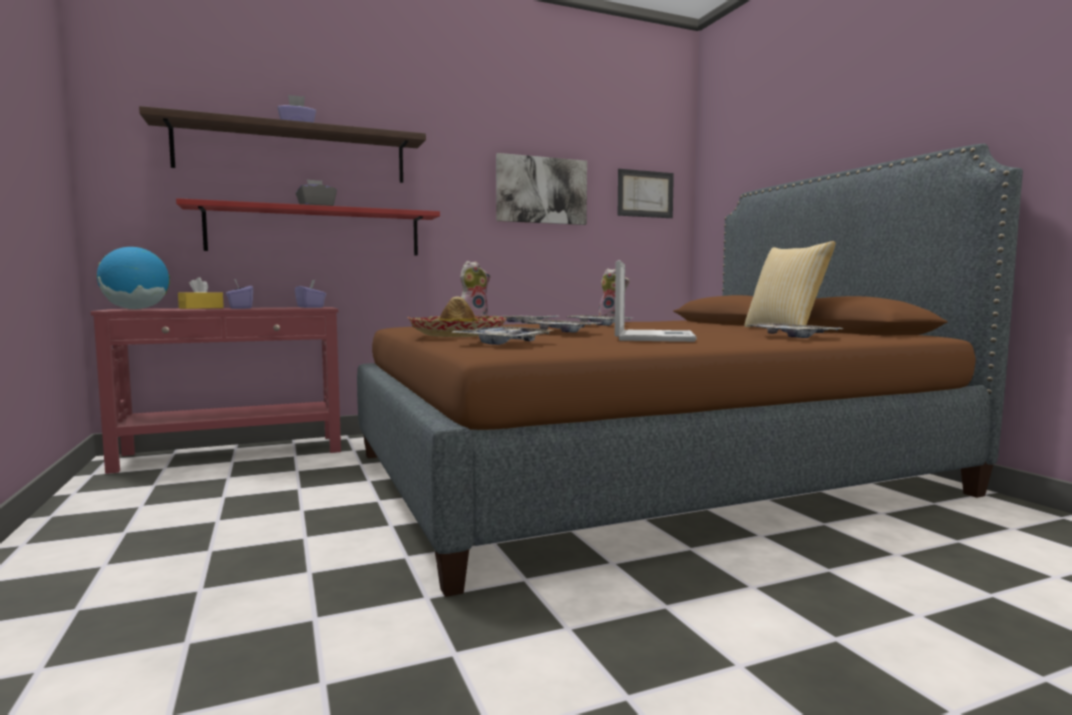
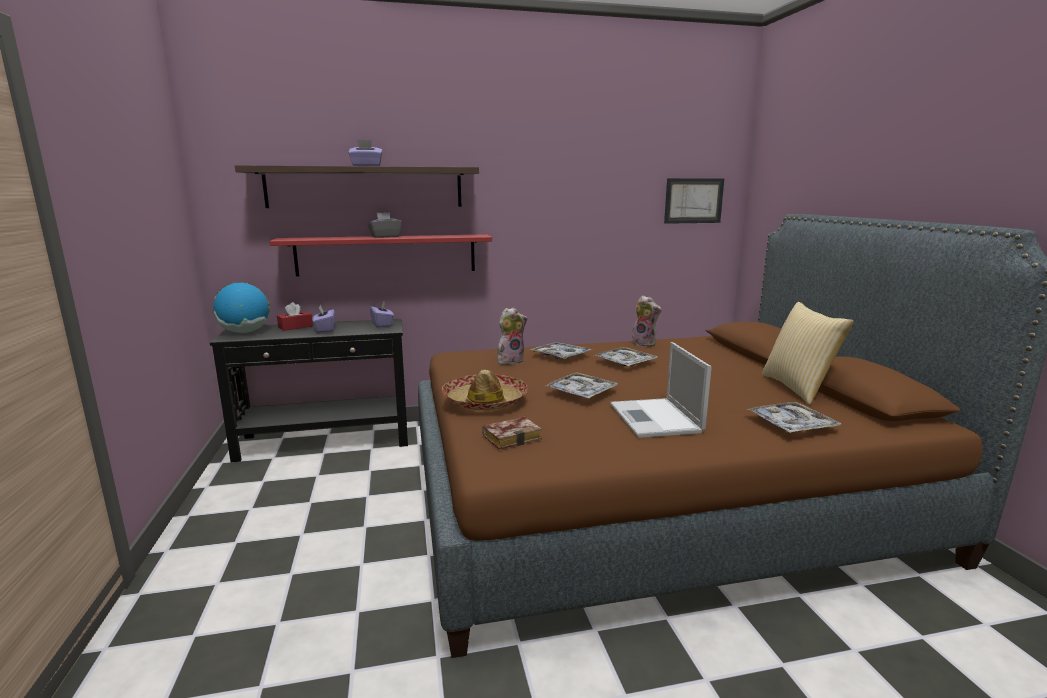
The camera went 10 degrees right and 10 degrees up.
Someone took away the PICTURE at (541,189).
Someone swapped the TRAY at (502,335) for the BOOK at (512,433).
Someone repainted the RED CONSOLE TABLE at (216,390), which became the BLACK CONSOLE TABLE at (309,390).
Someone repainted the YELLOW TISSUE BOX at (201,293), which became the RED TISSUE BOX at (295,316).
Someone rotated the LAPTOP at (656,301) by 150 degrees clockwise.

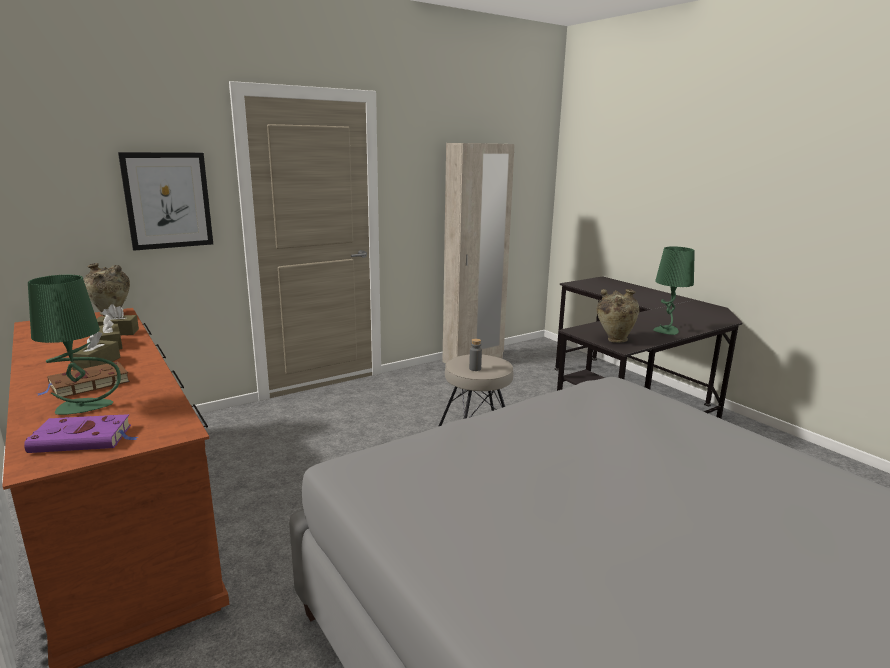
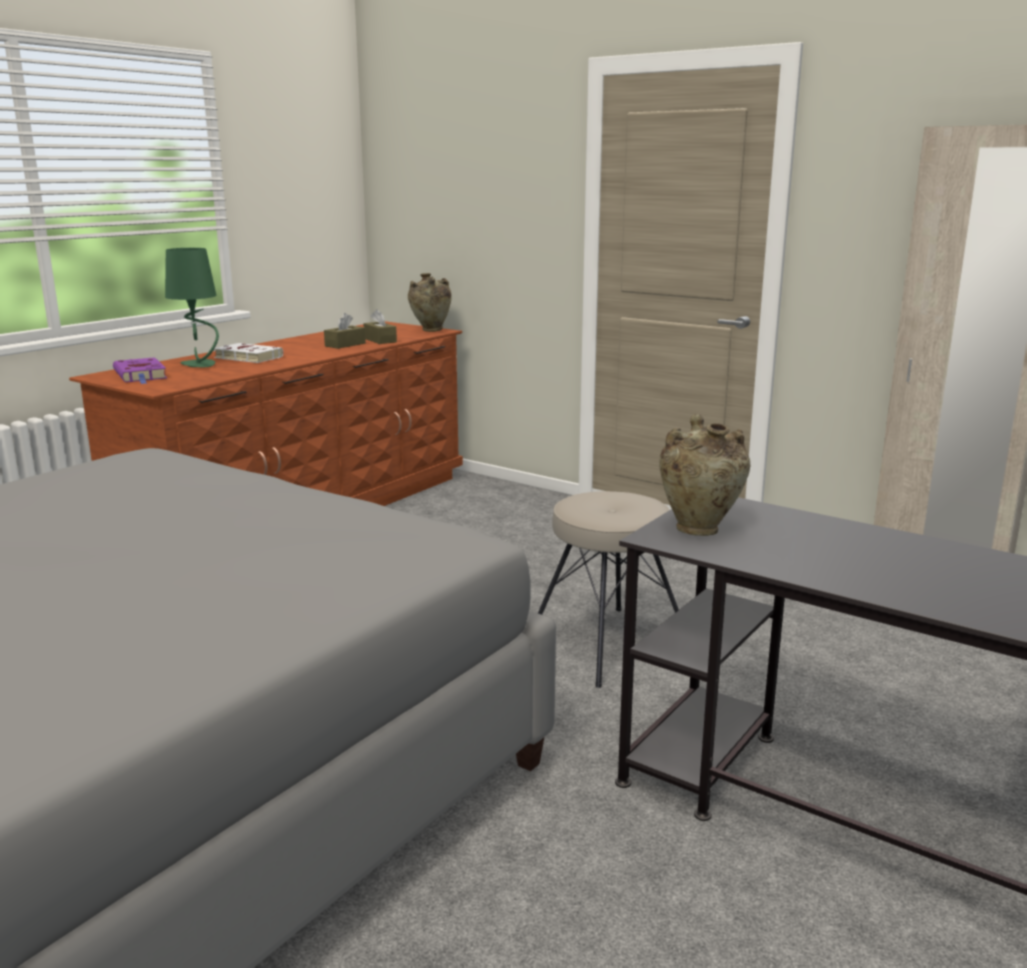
The camera went 70 degrees right and 0 degrees up.
Someone took away the BROWN TISSUE BOX at (95,351).
Someone took away the PICTURE at (165,201).
Someone took away the GREY BOTTLE at (475,355).
Someone took away the GREEN TABLE LAMP at (674,290).
Someone repainted the BROWN BOOK at (84,380), which became the WHITE BOOK at (248,353).

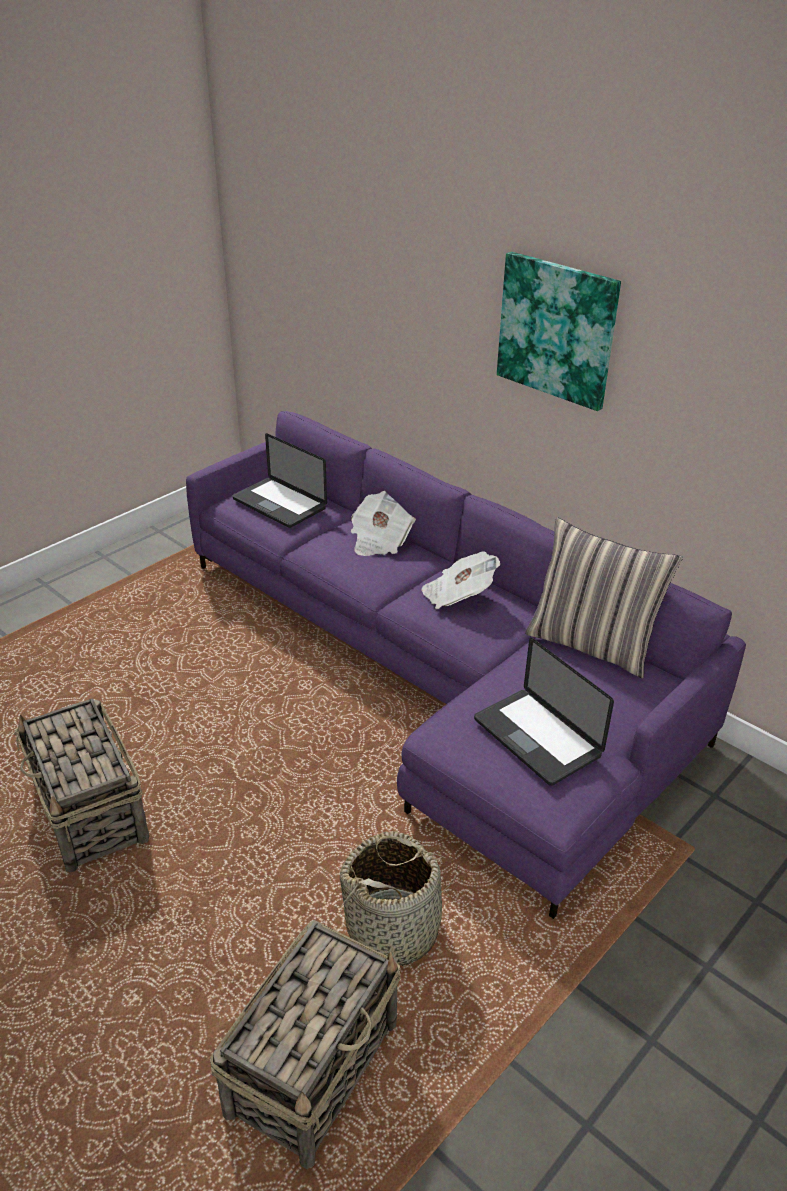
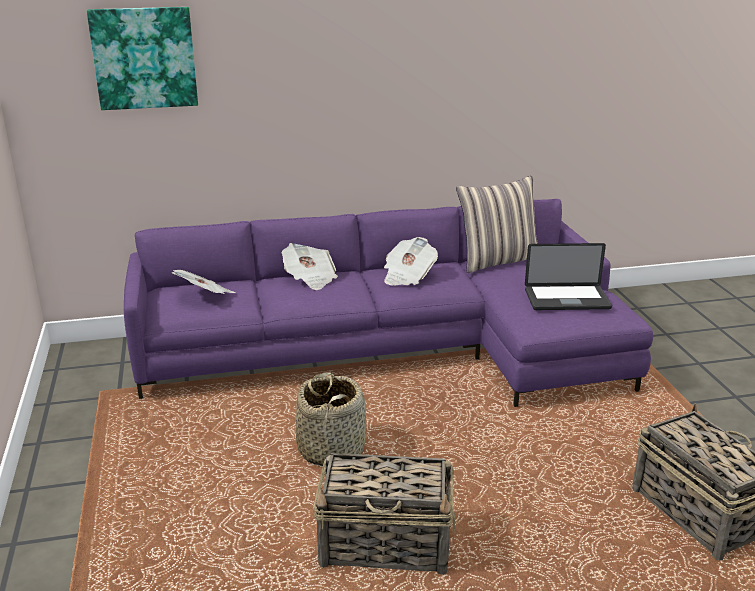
The camera went 55 degrees left and 10 degrees down.
Someone carried the BASKET from (398,898) to (331,419).
Someone carried the PICTURE from (559,331) to (142,58).
Someone swapped the LAPTOP at (280,480) for the NEWSPAPER at (204,282).

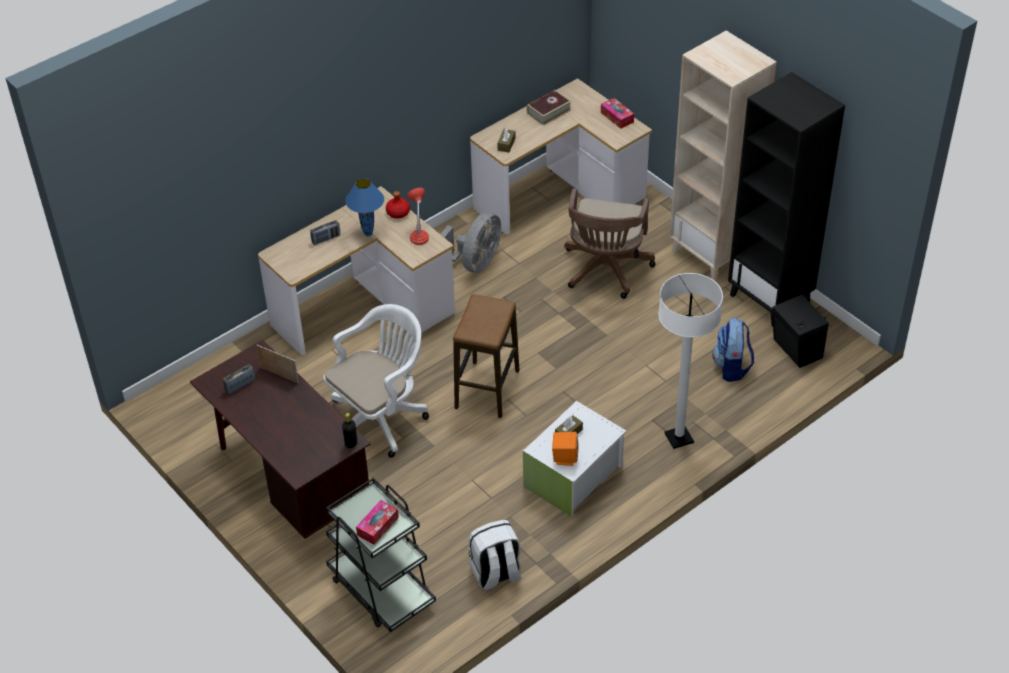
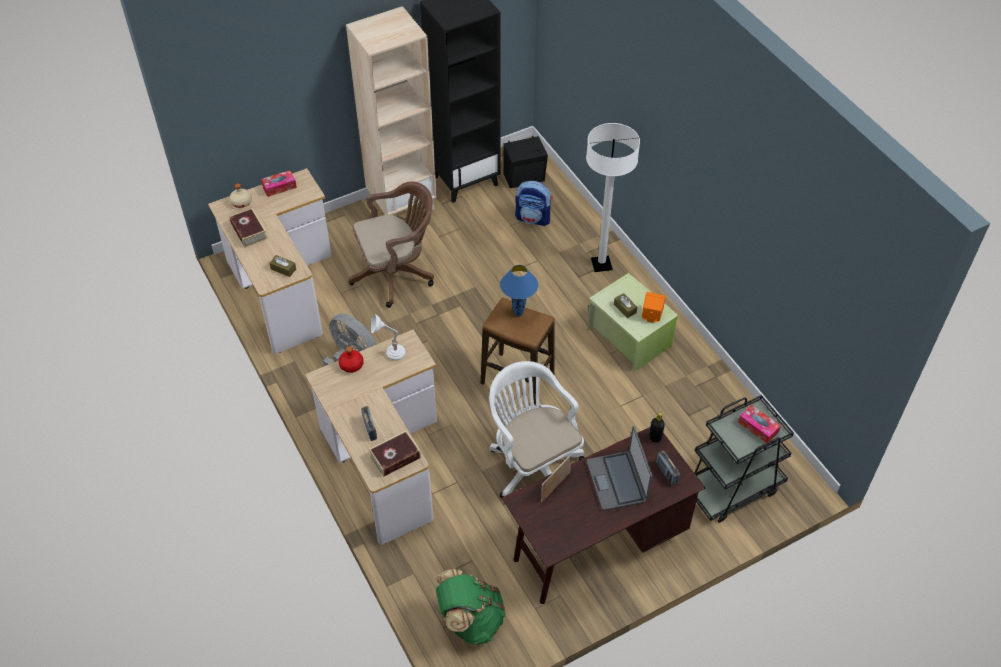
The camera went 80 degrees left and 5 degrees up.
Someone took away the WHITE BACKPACK at (495,555).
Someone put down the BEIGE BOTTLE at (240,195).
Someone put down the BOOK at (395,454).
Someone put down the GREEN BACKPACK at (471,606).
Someone put down the LAPTOP at (619,468).
Someone carried the RADIO from (239,379) to (668,468).
Someone carried the BLUE TABLE LAMP from (364,207) to (519,290).
Someone repainted the RED TABLE LAMP at (418,216), which became the WHITE TABLE LAMP at (388,337).
Someone repainted the WHITE STORAGE BOX at (574,459), which became the GREEN STORAGE BOX at (632,322).
Someone rotated the BROWN OFFICE CHAIR at (610,243) by 45 degrees counterclockwise.

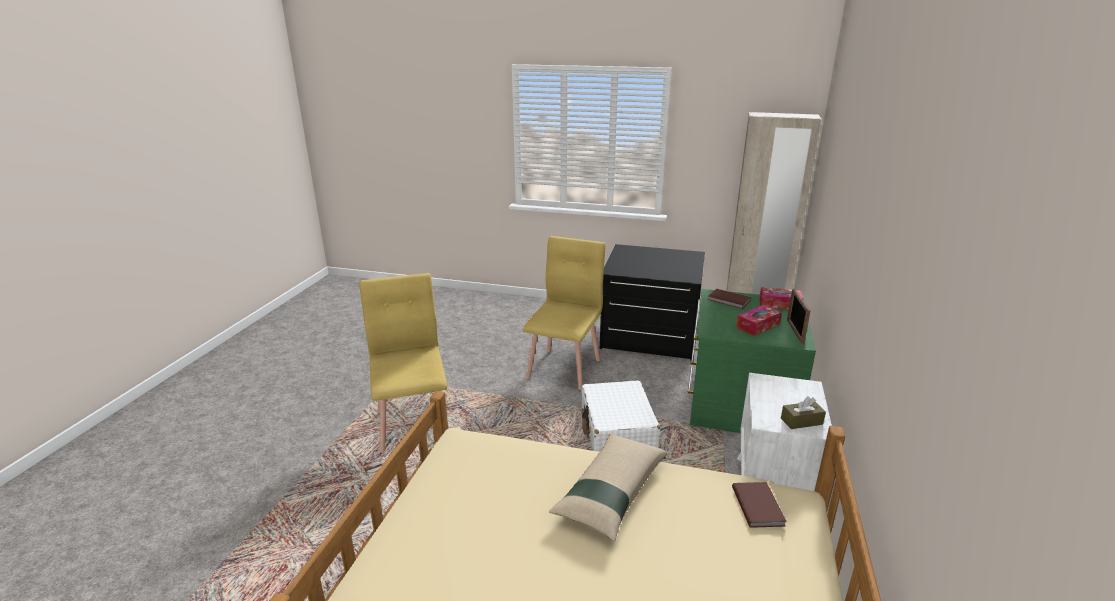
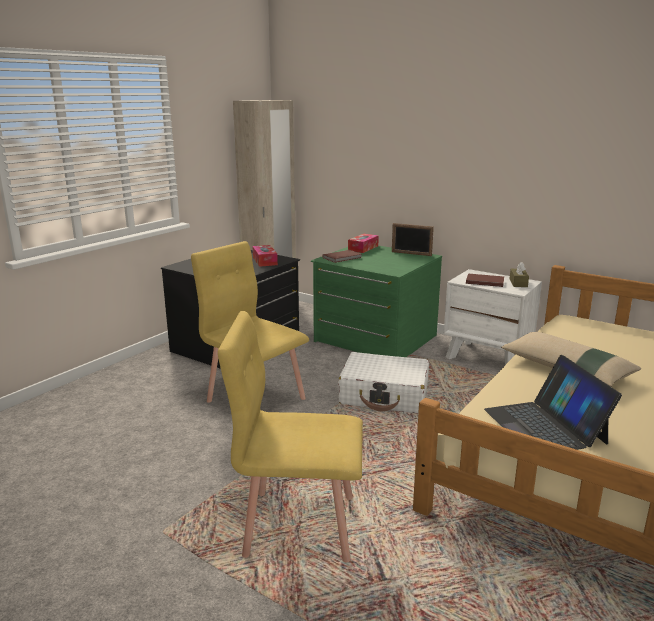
The camera went 70 degrees left and 5 degrees down.
Someone put down the LAPTOP at (553,402).
Someone carried the BROWN BOOK from (759,505) to (485,280).
Someone carried the TISSUE BOX from (759,320) to (265,256).

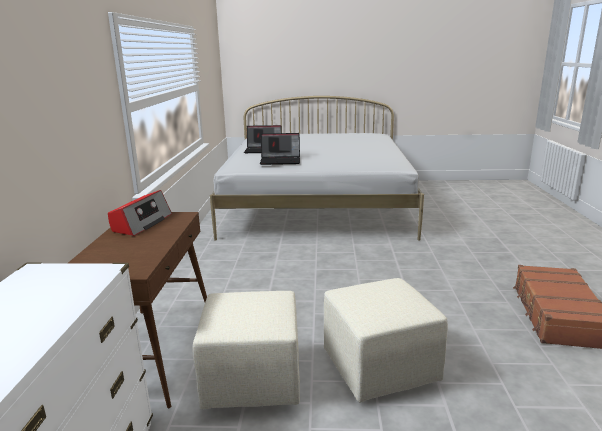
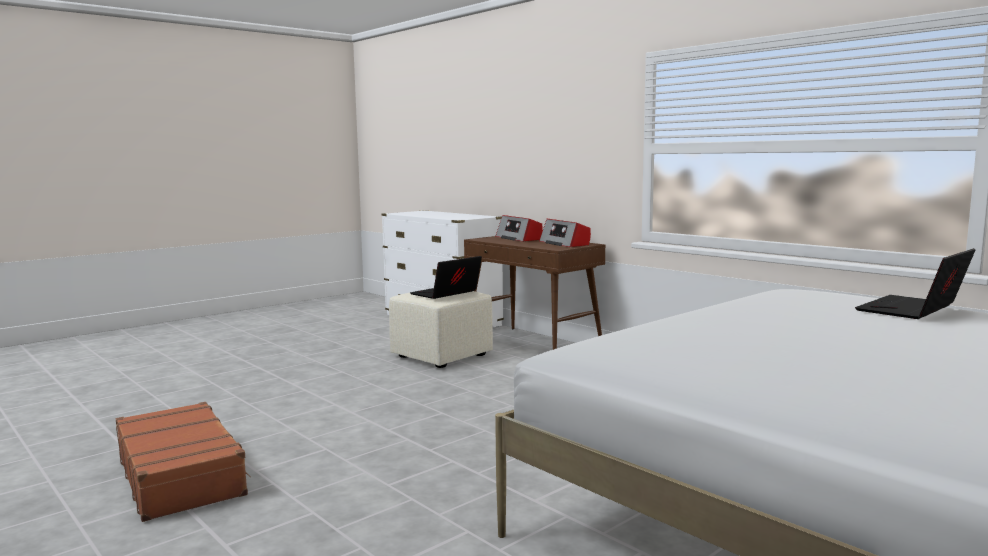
The camera went 135 degrees right and 10 degrees down.
Someone took away the BEIGE OTTOMAN at (386,340).
Someone put down the RADIO at (519,228).
Someone carried the LAPTOP from (280,149) to (446,277).

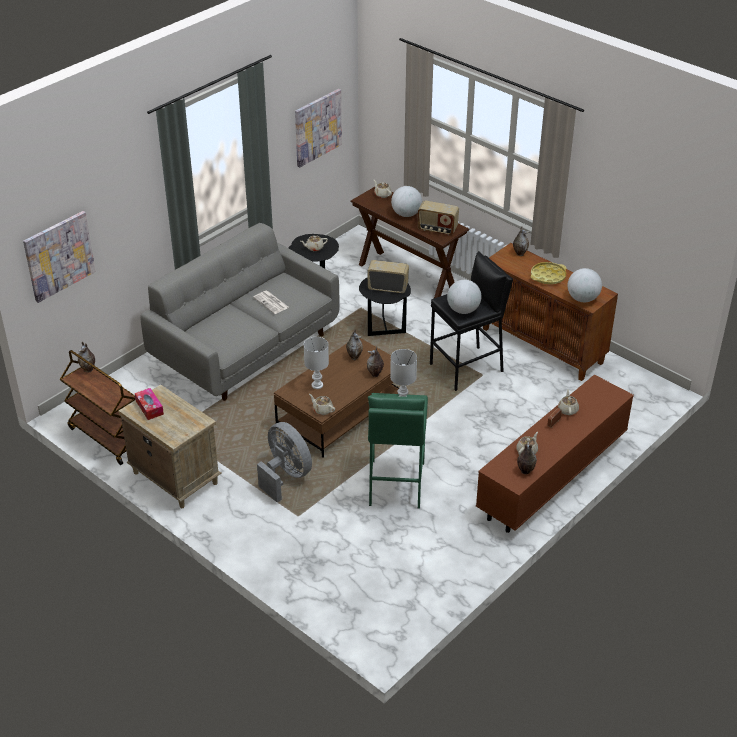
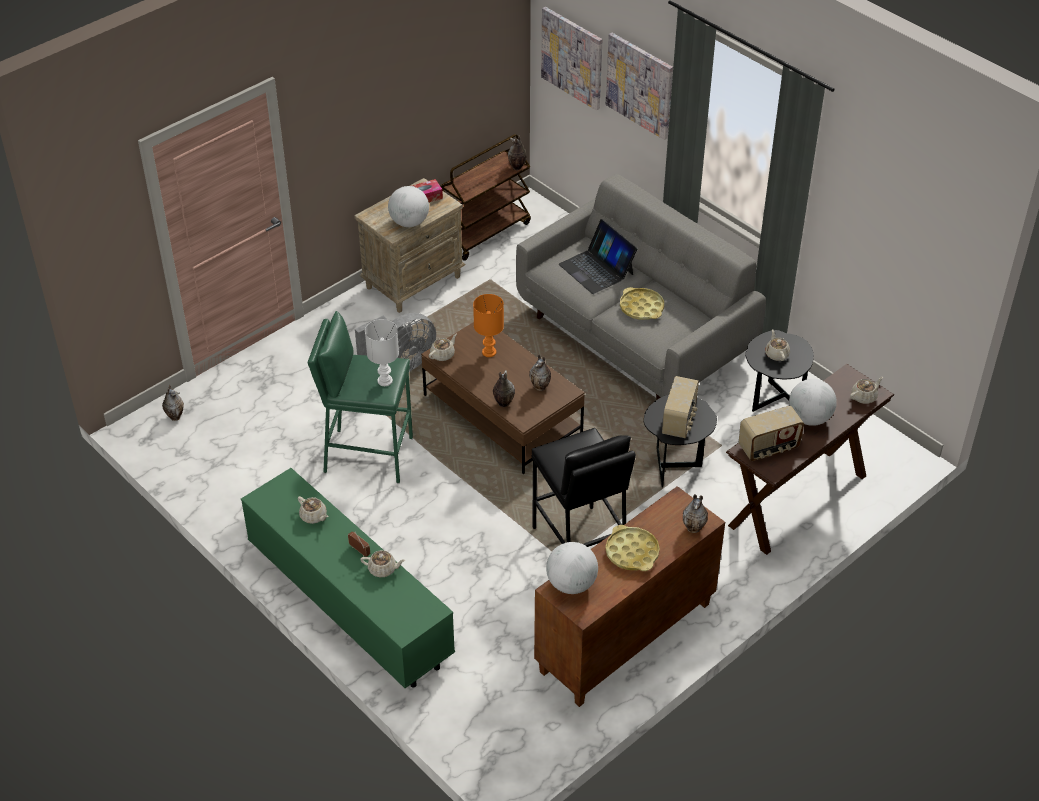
The camera went 95 degrees right and 5 degrees up.
Someone put down the LAPTOP at (598,256).
Someone carried the PICTURE from (318,128) to (639,86).
Someone carried the GLOBE from (464,297) to (408,206).
Someone carried the VASE from (527,458) to (173,403).
Someone swapped the NEWSPAPER at (271,302) for the YELLOW TRAY at (642,303).
Someone repainted the WHITE TABLE LAMP at (316,363), which became the ORANGE TABLE LAMP at (488,325).
Someone repainted the BROWN TV STAND at (555,454), which became the GREEN TV STAND at (348,578).
Someone rotated the RADIO at (438,217) by 135 degrees counterclockwise.

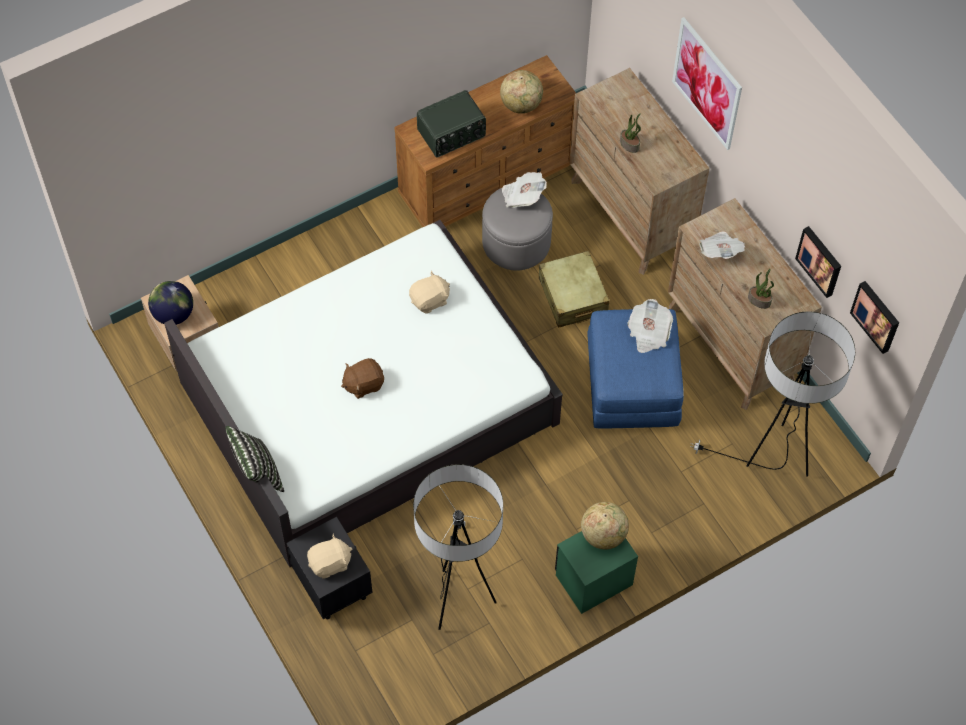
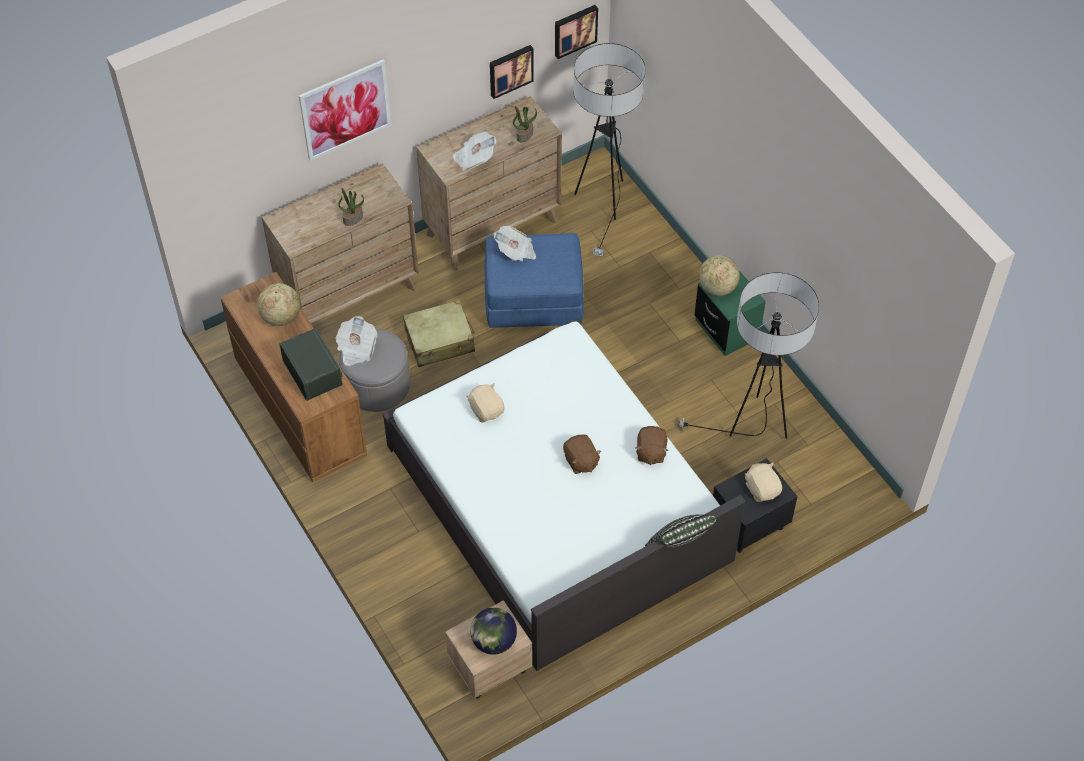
The camera went 90 degrees left and 5 degrees down.
Someone put down the BROWN PLUSH TOY at (651,445).

